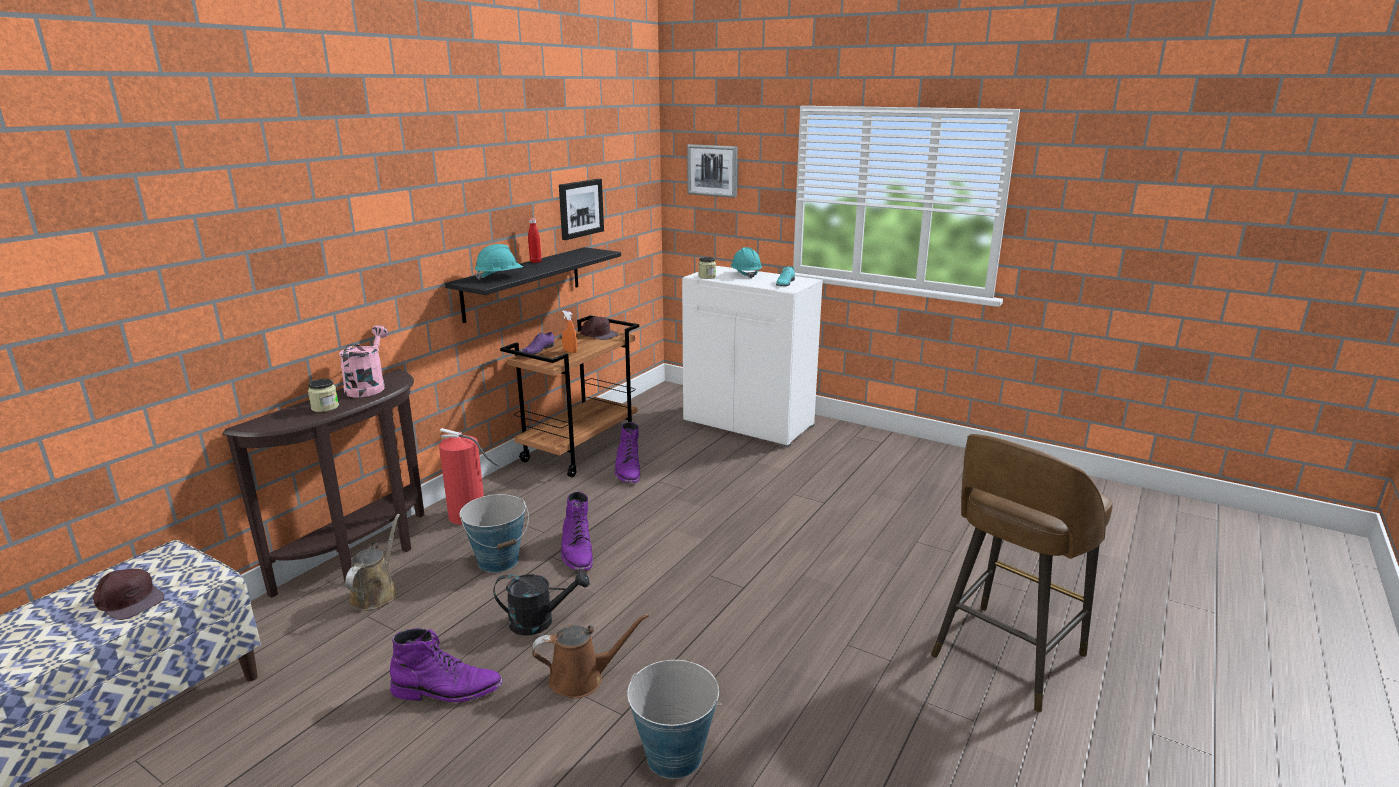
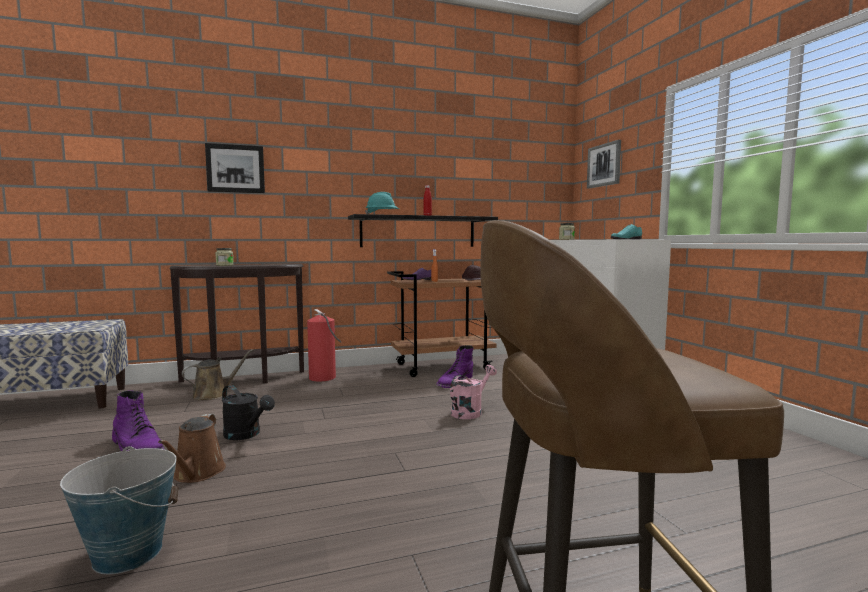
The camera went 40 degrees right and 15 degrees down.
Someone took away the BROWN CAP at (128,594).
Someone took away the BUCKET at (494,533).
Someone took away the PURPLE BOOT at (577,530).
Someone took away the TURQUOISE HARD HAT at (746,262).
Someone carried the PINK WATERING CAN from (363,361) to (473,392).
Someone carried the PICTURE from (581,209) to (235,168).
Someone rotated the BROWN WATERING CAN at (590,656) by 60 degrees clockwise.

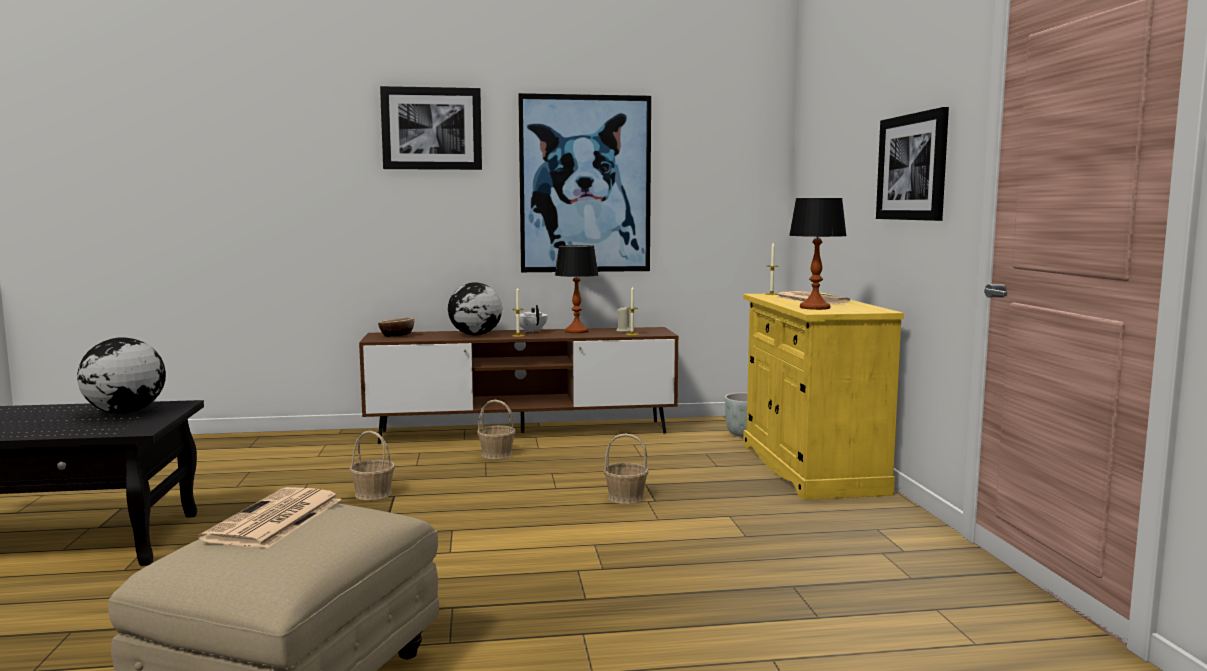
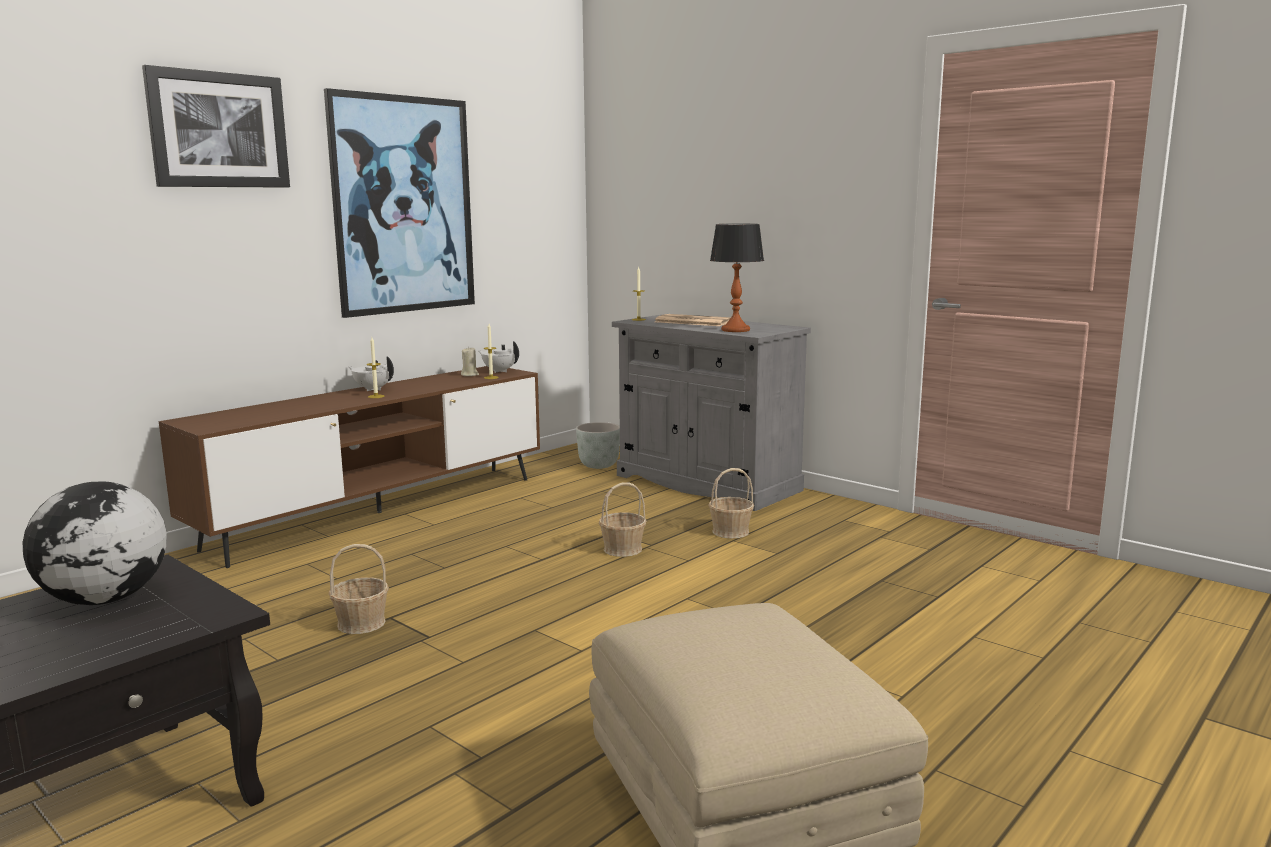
The camera went 40 degrees left and 5 degrees up.
Someone took away the NEWSPAPER at (270,517).
Someone took away the BOWL at (396,327).
Someone took away the GLOBE at (475,308).
Someone took away the TABLE LAMP at (577,289).
Someone took away the PICTURE at (912,164).
Someone put down the WHITE TEAPOT at (498,357).
Someone carried the BASKET from (496,429) to (731,503).
Someone repainted the YELLOW CABINET at (823,396), which became the GREY CABINET at (711,412).

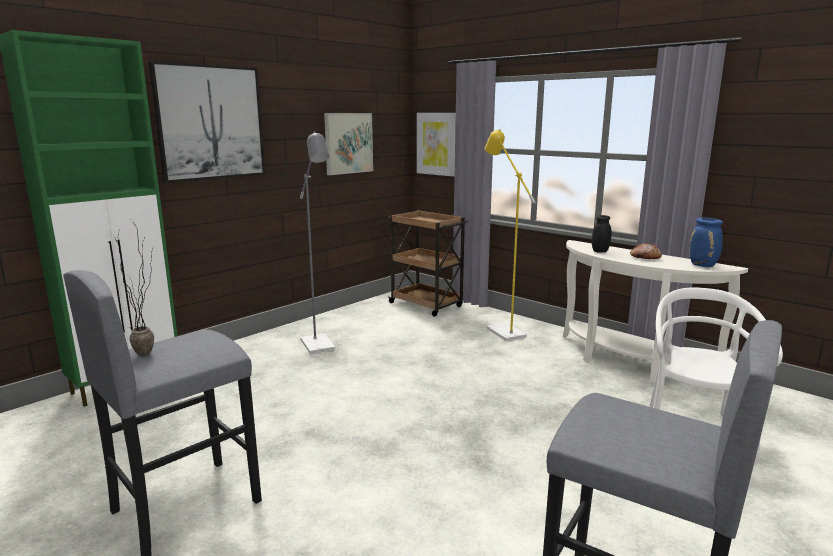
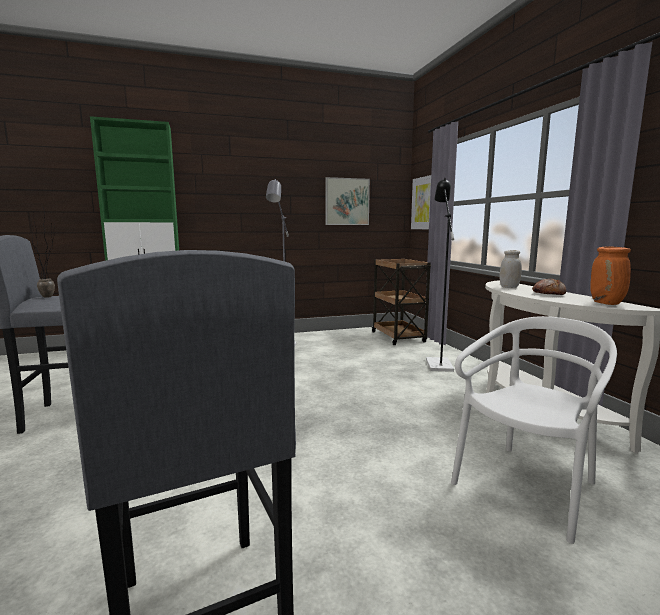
The camera went 30 degrees right and 5 degrees down.
Someone took away the PICTURE at (207,122).
Someone repainted the YELLOW FLOOR LAMP at (510,235), which became the BLACK FLOOR LAMP at (440,275).
Someone repainted the BLACK JAR at (601,234), which became the WHITE JAR at (510,269).
Someone repainted the BLUE VASE at (706,242), which became the ORANGE VASE at (610,275).

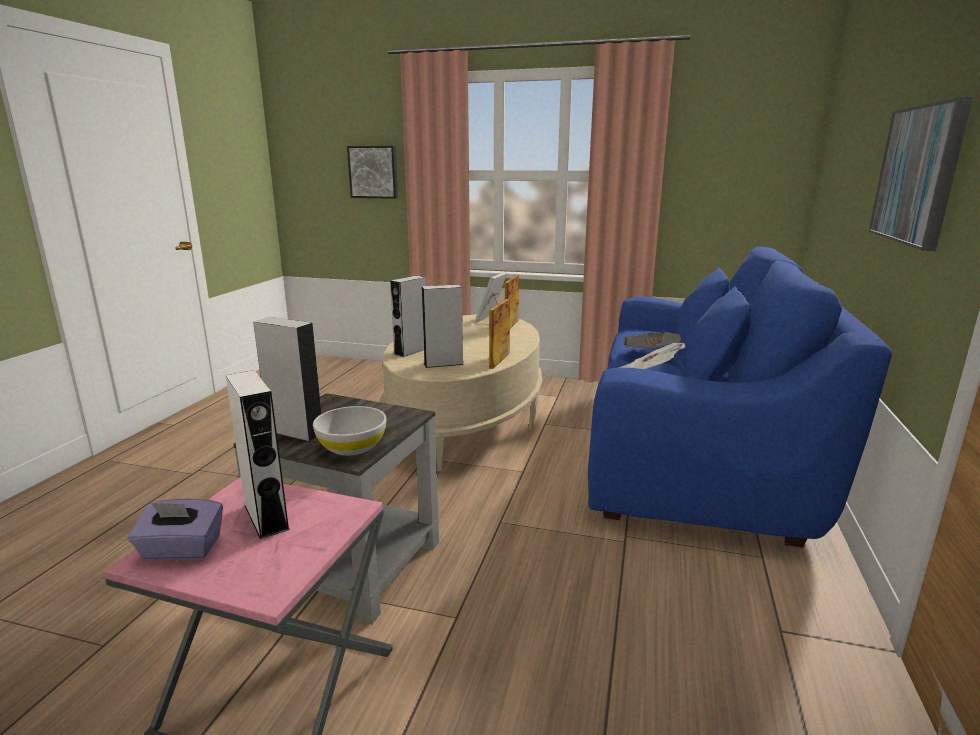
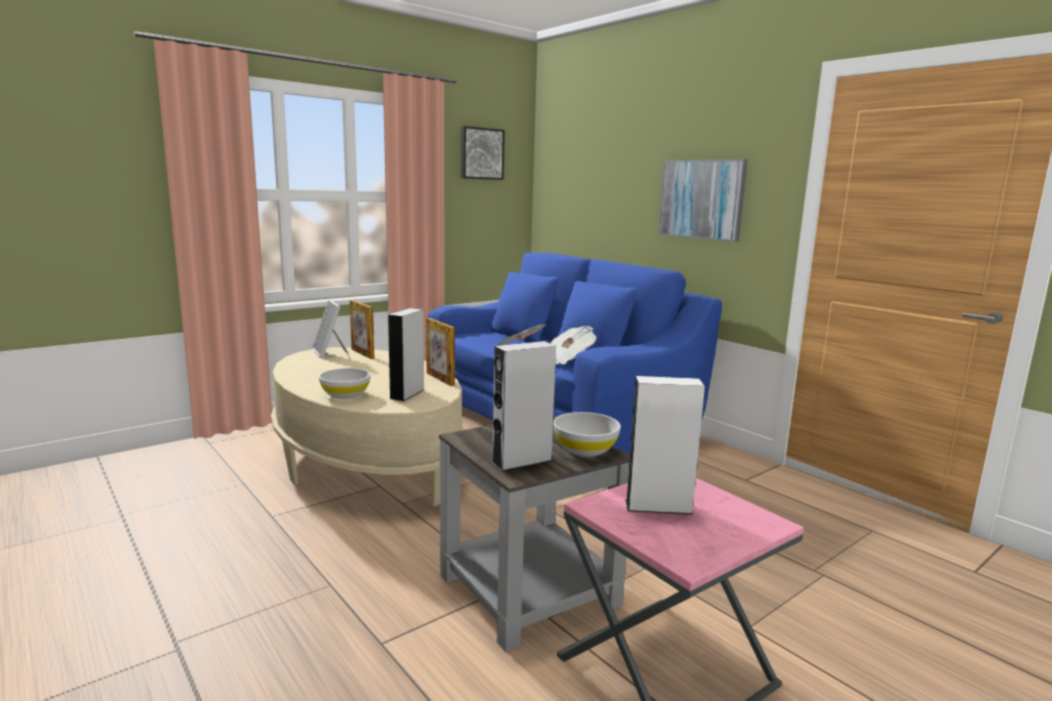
The camera went 55 degrees left and 5 degrees down.
Someone took away the PURPLE TISSUE BOX at (175,529).
Someone carried the PICTURE from (372,172) to (483,153).
Someone swapped the GREY SPEAKER at (408,316) for the WHITE BOWL at (345,383).

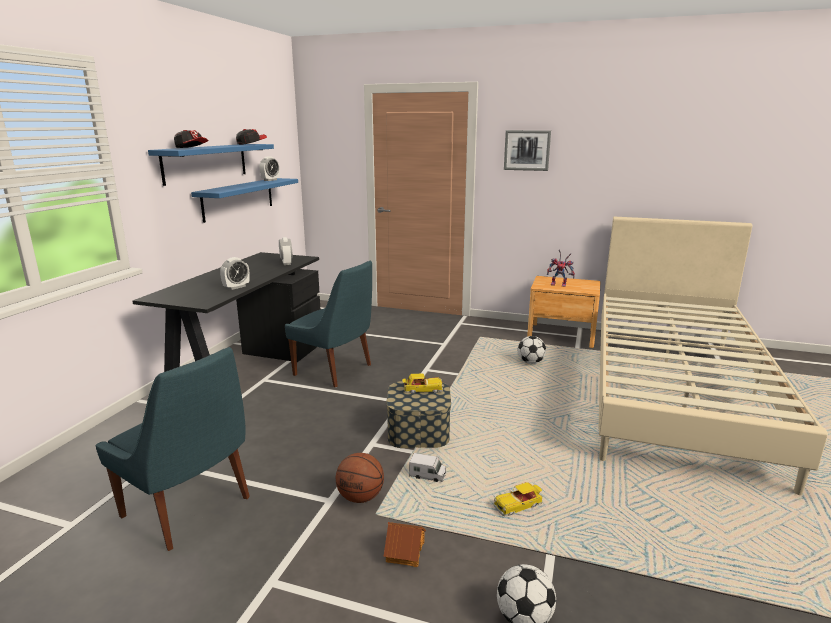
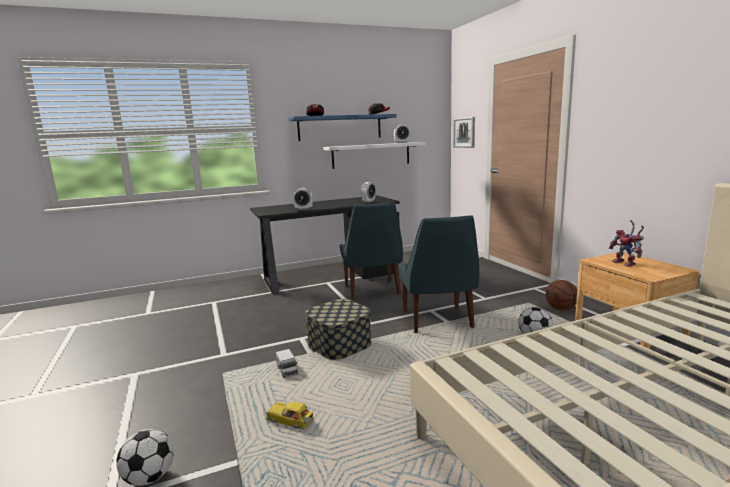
The camera went 50 degrees right and 5 degrees down.
Someone took away the TOY HOUSE at (404,544).
Someone took away the TOY CAR at (422,384).
Someone carried the BLUE CHAIR from (172,449) to (438,274).
Someone carried the BASKETBALL from (360,478) to (561,295).
Someone carried the PICTURE from (527,150) to (464,132).
Someone repainted the BLUE SHELF at (244,200), which became the WHITE SHELF at (374,155).

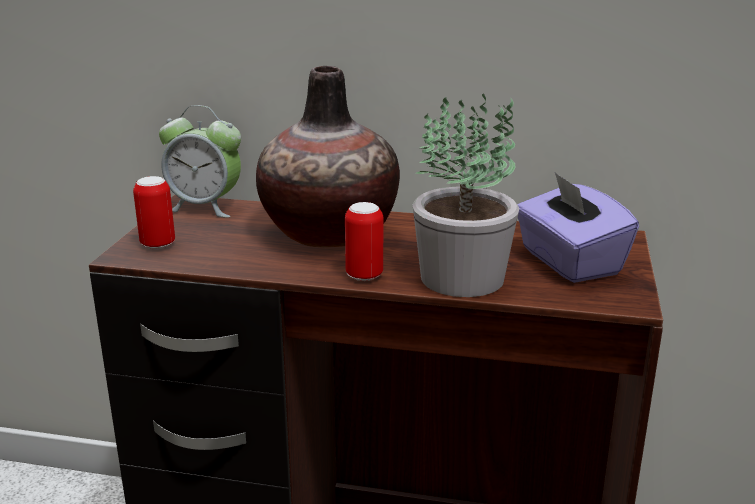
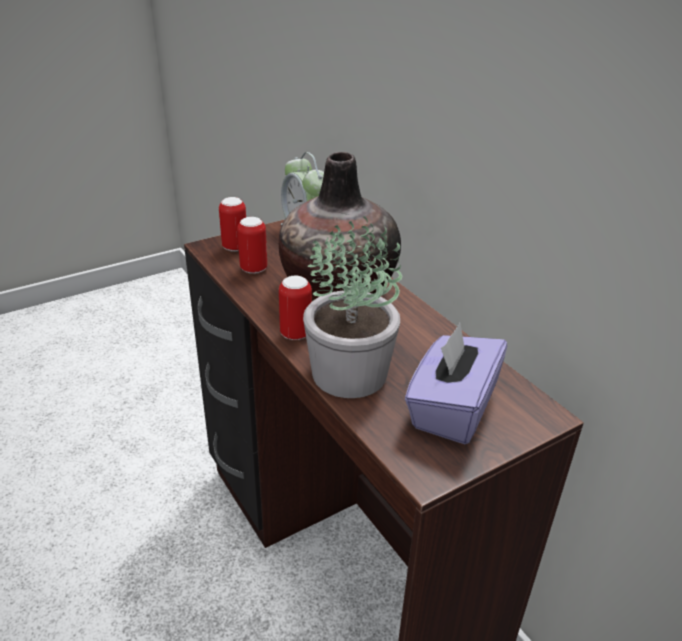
The camera went 45 degrees right and 10 degrees up.
Someone put down the CAN at (252,245).

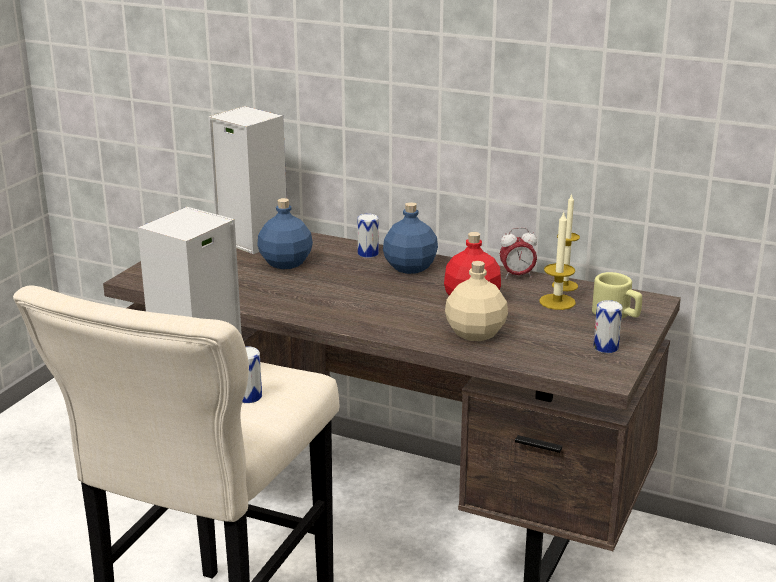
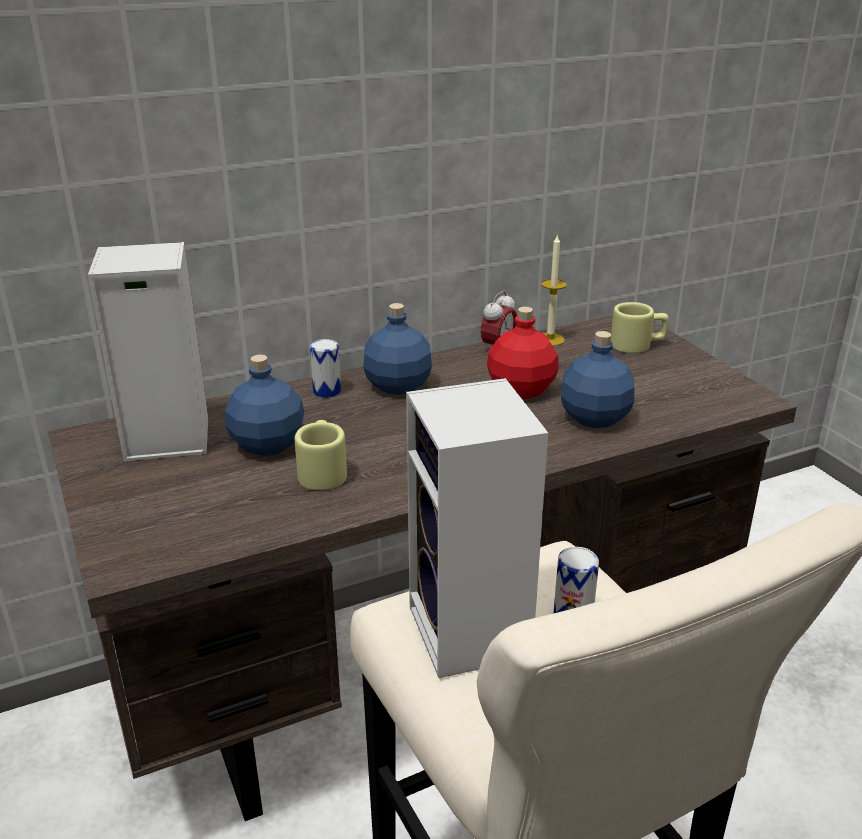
The camera went 50 degrees left and 5 degrees up.
Someone took away the CANDLE at (557,260).
Someone took away the CAN at (608,326).
Someone put down the BEIGE MUG at (321,455).
Someone repainted the BEIGE BOTTLE at (476,301), which became the BLUE BOTTLE at (597,379).

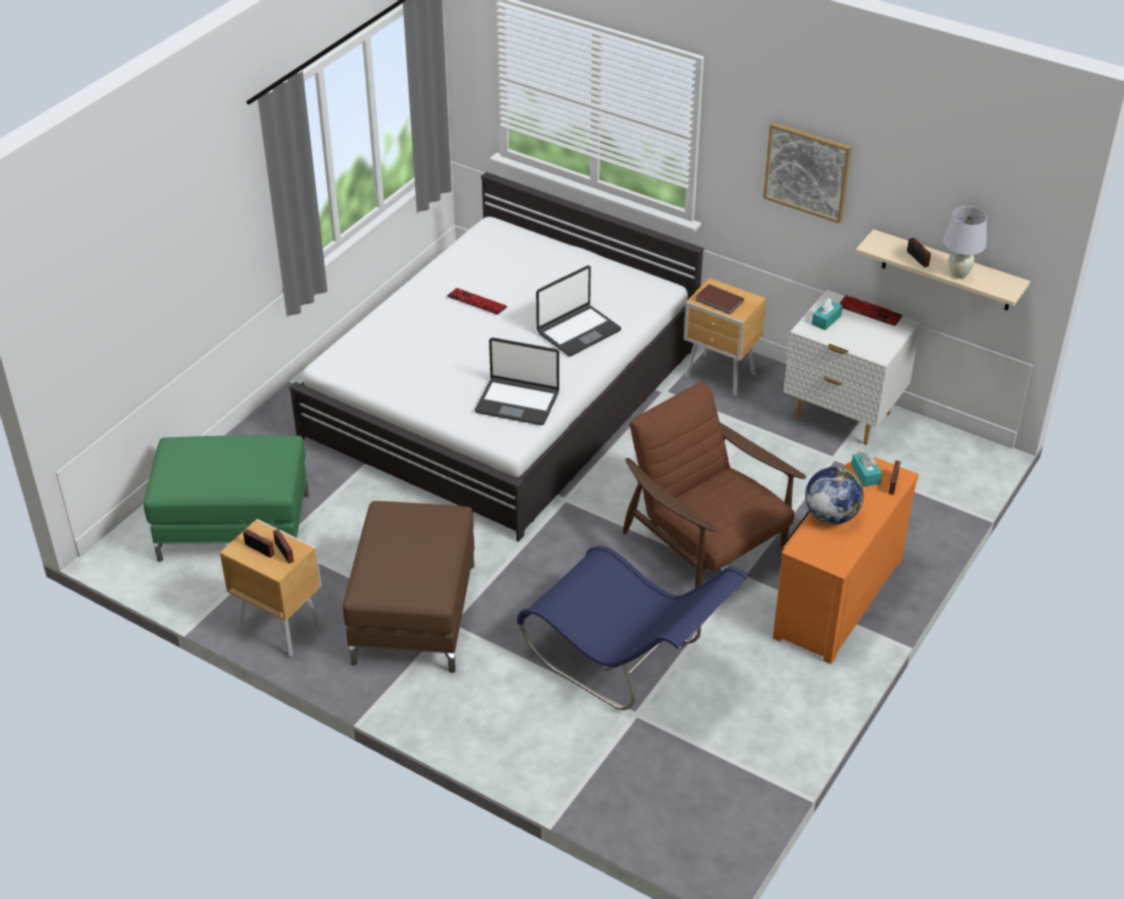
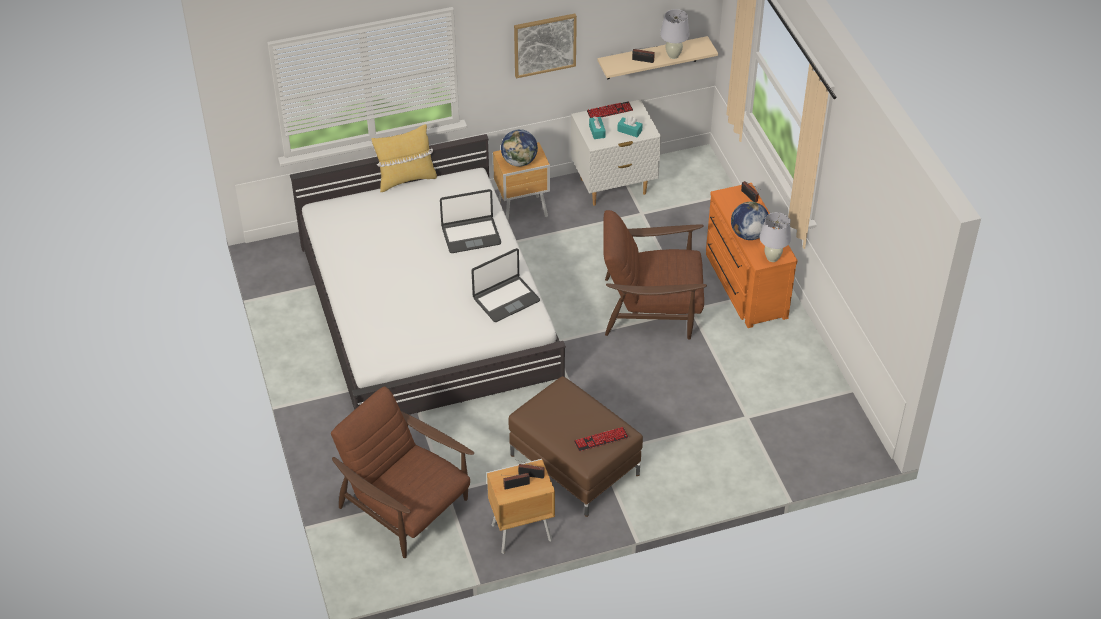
The camera went 50 degrees left and 5 degrees up.
Someone took away the BLUE CHAIR at (633,627).
Someone put down the YELLOW PILLOW at (404,158).
Someone put down the WHITE TABLE LAMP at (775,237).
Someone carried the KEYBOARD from (477,301) to (601,439).
Someone carried the TURQUOISE TISSUE BOX from (866,469) to (630,126).
Someone swapped the GREEN OTTOMAN at (226,498) for the BROWN ARMCHAIR at (402,472).
Someone swapped the BROWN BOOK at (719,299) for the GLOBE at (519,148).
Someone rotated the LAPTOP at (578,310) by 75 degrees clockwise.

